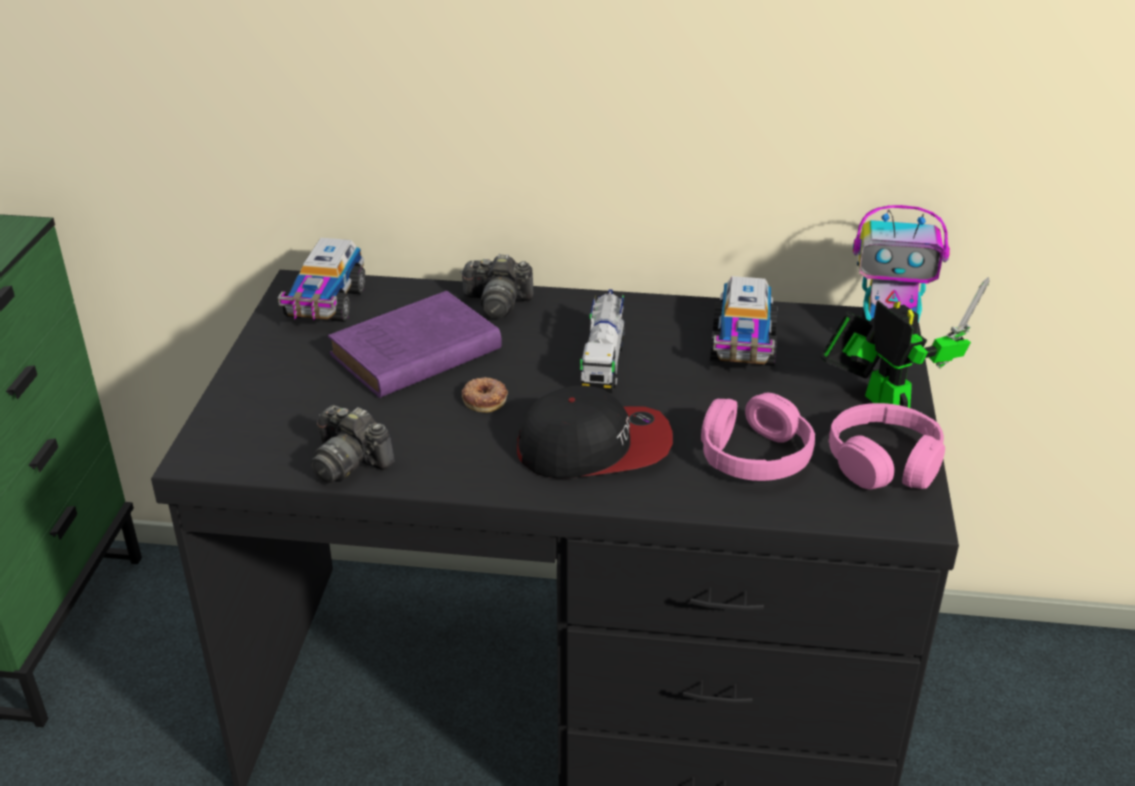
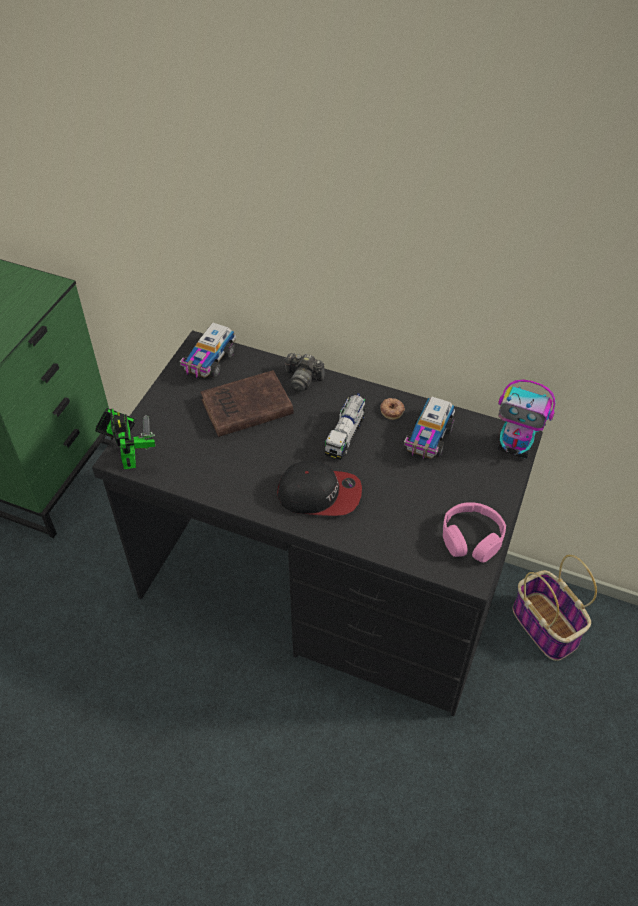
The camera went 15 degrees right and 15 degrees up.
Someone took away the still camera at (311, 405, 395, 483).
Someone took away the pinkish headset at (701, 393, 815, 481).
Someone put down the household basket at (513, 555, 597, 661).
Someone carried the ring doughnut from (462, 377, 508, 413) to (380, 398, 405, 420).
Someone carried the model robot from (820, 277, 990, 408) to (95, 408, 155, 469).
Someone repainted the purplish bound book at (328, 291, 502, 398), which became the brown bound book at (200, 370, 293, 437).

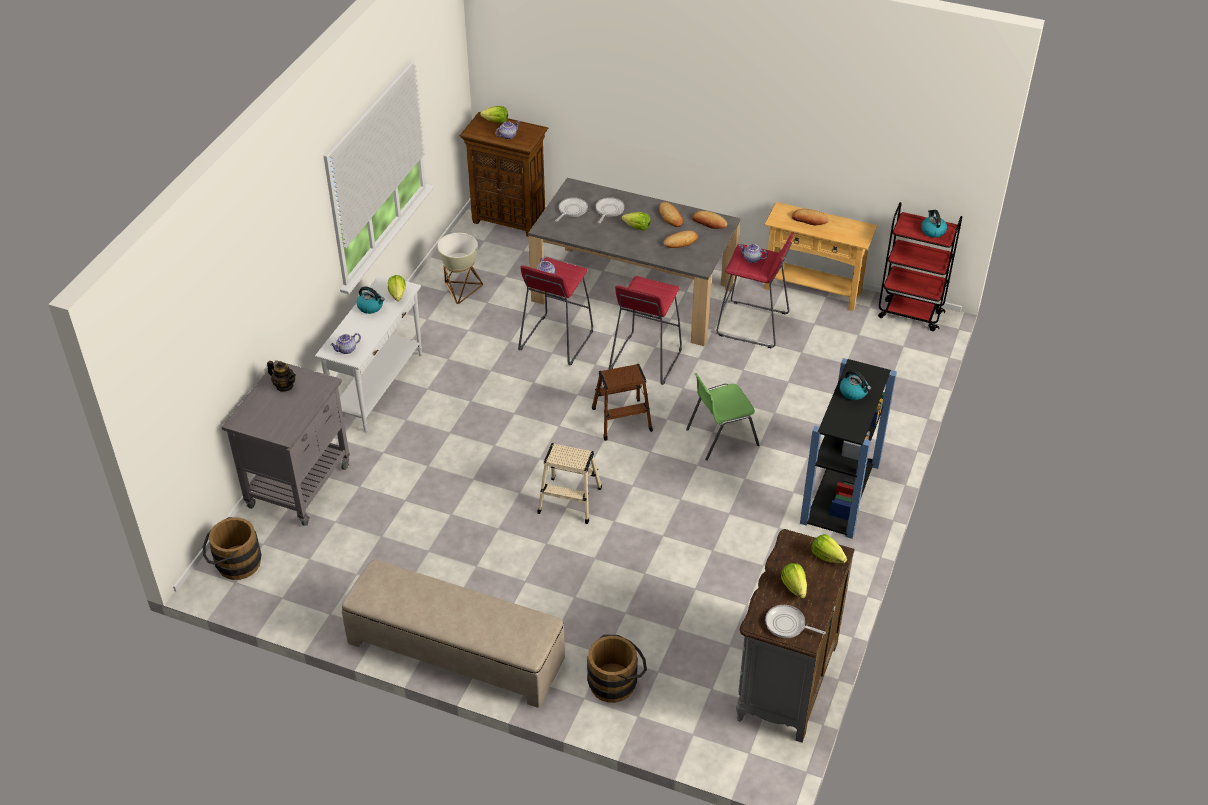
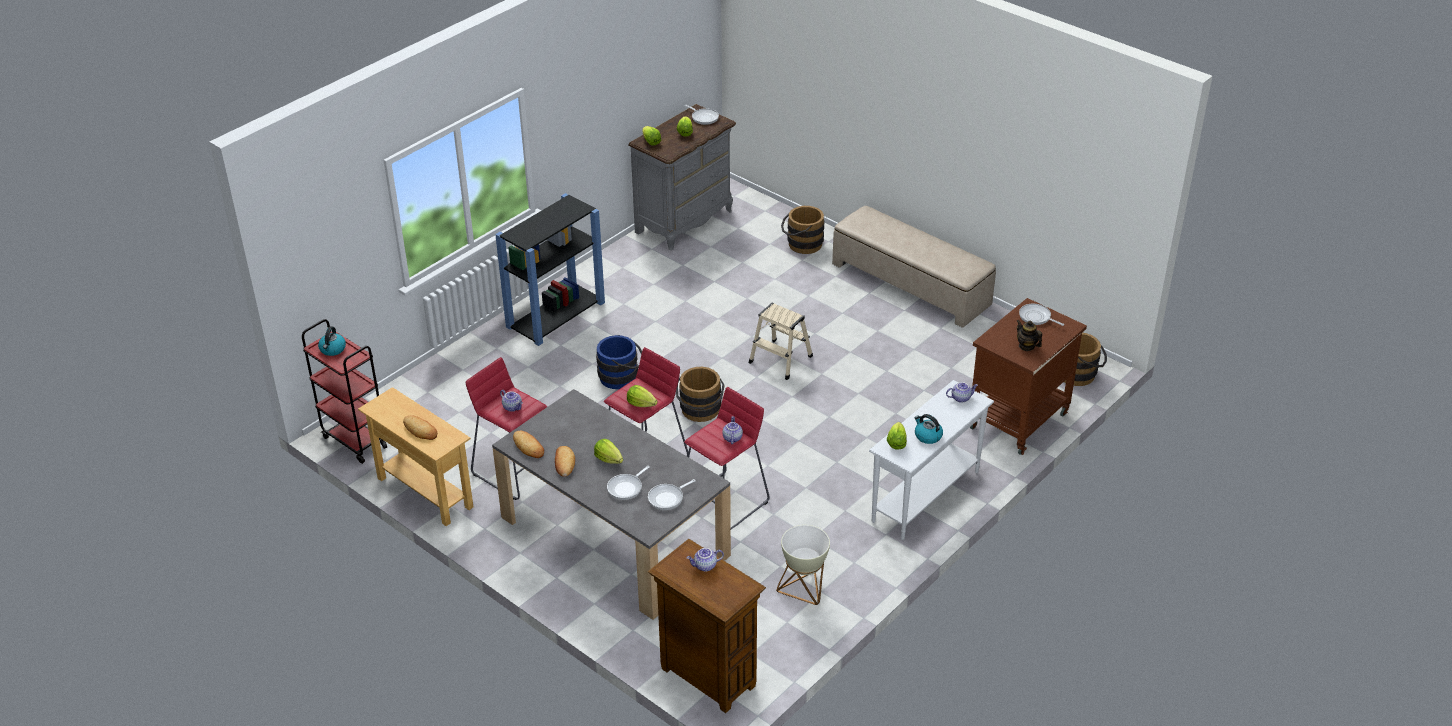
The camera went 160 degrees left and 5 degrees down.
Someone took away the bakery bread at (663, 230, 698, 248).
Someone took away the tea kettle at (840, 370, 871, 400).
Someone put down the pan at (1019, 304, 1064, 326).
Someone carried the lettuce head from (480, 106, 508, 123) to (627, 385, 658, 407).
Someone swapped the brown stepladder at (592, 364, 653, 441) for the brown bucket at (676, 367, 725, 422).
Someone swapped the greenish chair at (686, 373, 759, 461) for the blue-coloured bucket at (596, 335, 642, 389).
Someone repainted the grey wheeled cart at (222, 360, 350, 526), which became the brown wheeled cart at (970, 298, 1087, 455).

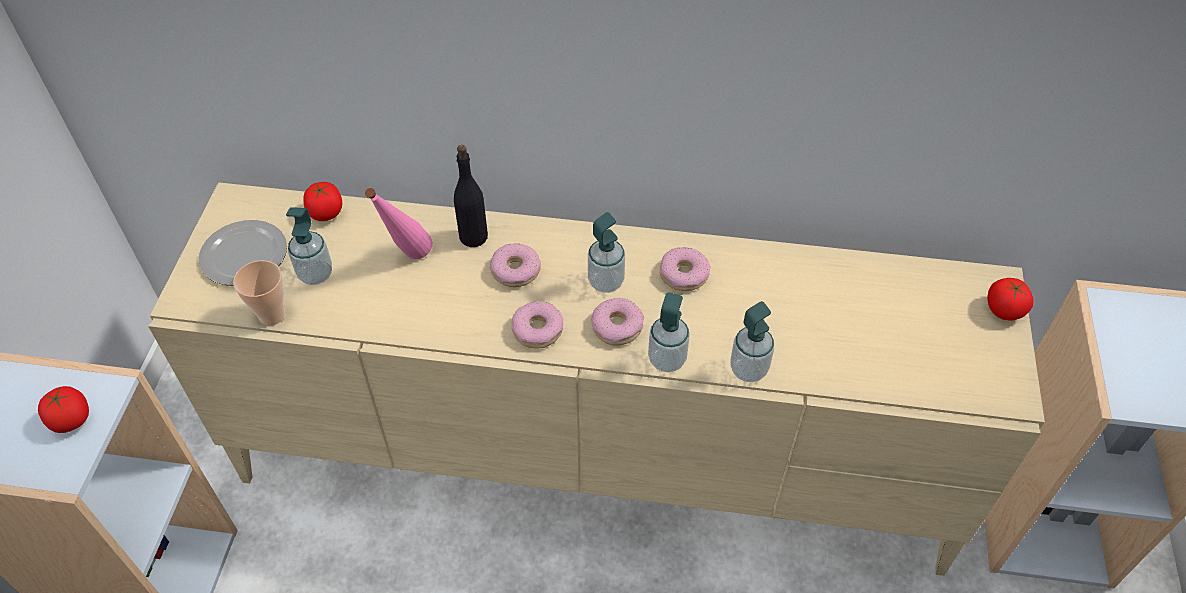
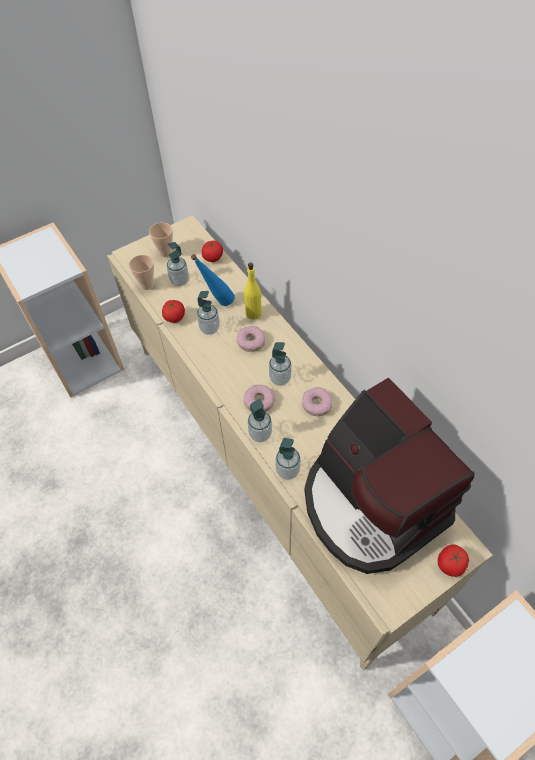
The camera went 50 degrees right and 5 degrees up.
Someone took away the ring doughnut at (512, 301, 563, 348).
Someone put down the liquid soap bottle at (197, 291, 220, 335).
Someone put down the coffee machine at (304, 377, 475, 574).
Someone carried the whole tomato from (38, 386, 89, 433) to (162, 300, 185, 323).
Someone swapped the plate at (198, 220, 287, 286) for the drinking cup at (149, 223, 173, 257).
Someone repainted the pinkish bottle at (365, 188, 432, 259), which became the blue-coloured bottle at (191, 254, 235, 306).
Someone repainted the black bottle at (454, 145, 488, 247), which became the yellow-coloured bottle at (244, 262, 262, 320).

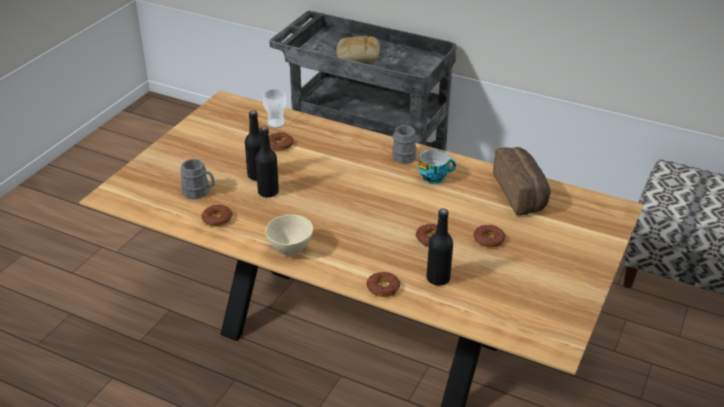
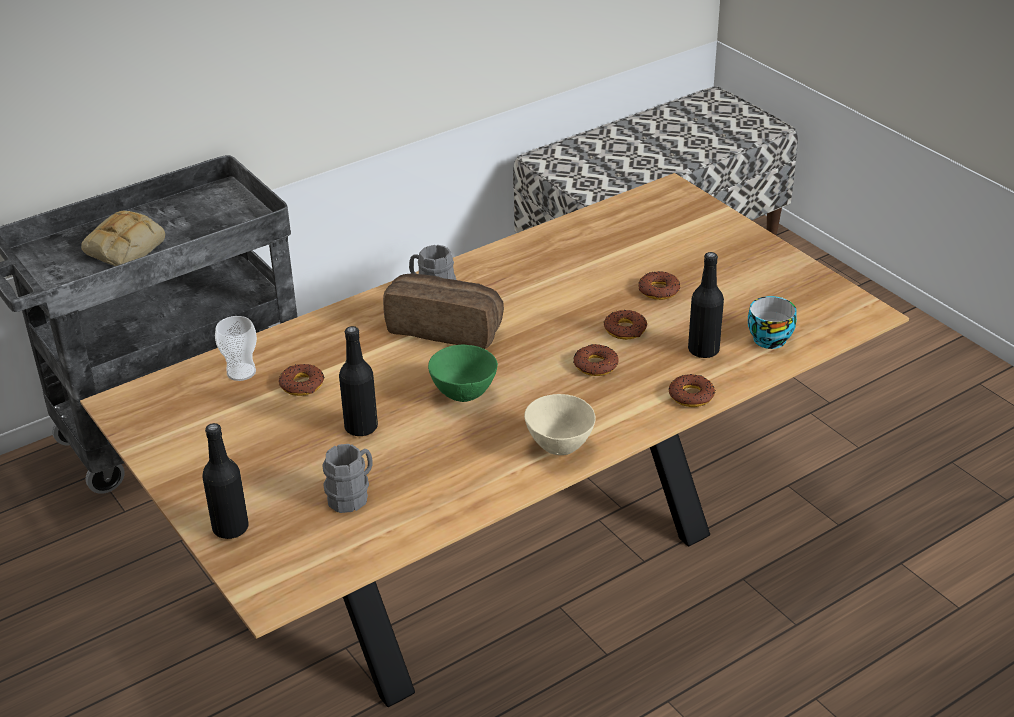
The camera went 60 degrees left and 0 degrees up.
Someone put down the greenish serving bowl at (428, 345, 498, 402).
Someone carried the ring doughnut from (202, 205, 232, 227) to (574, 344, 619, 376).
Someone carried the black bottle from (255, 126, 279, 198) to (202, 423, 249, 539).
Someone carried the drinking cup from (418, 149, 456, 184) to (748, 296, 797, 349).
Someone carried the bakery bread from (493, 147, 551, 216) to (383, 273, 504, 349).

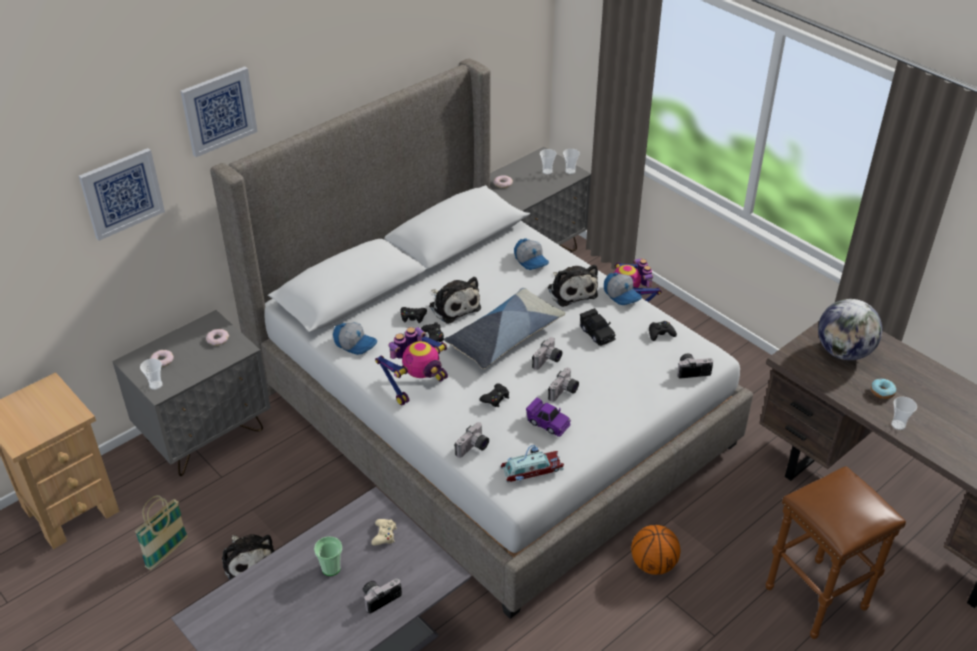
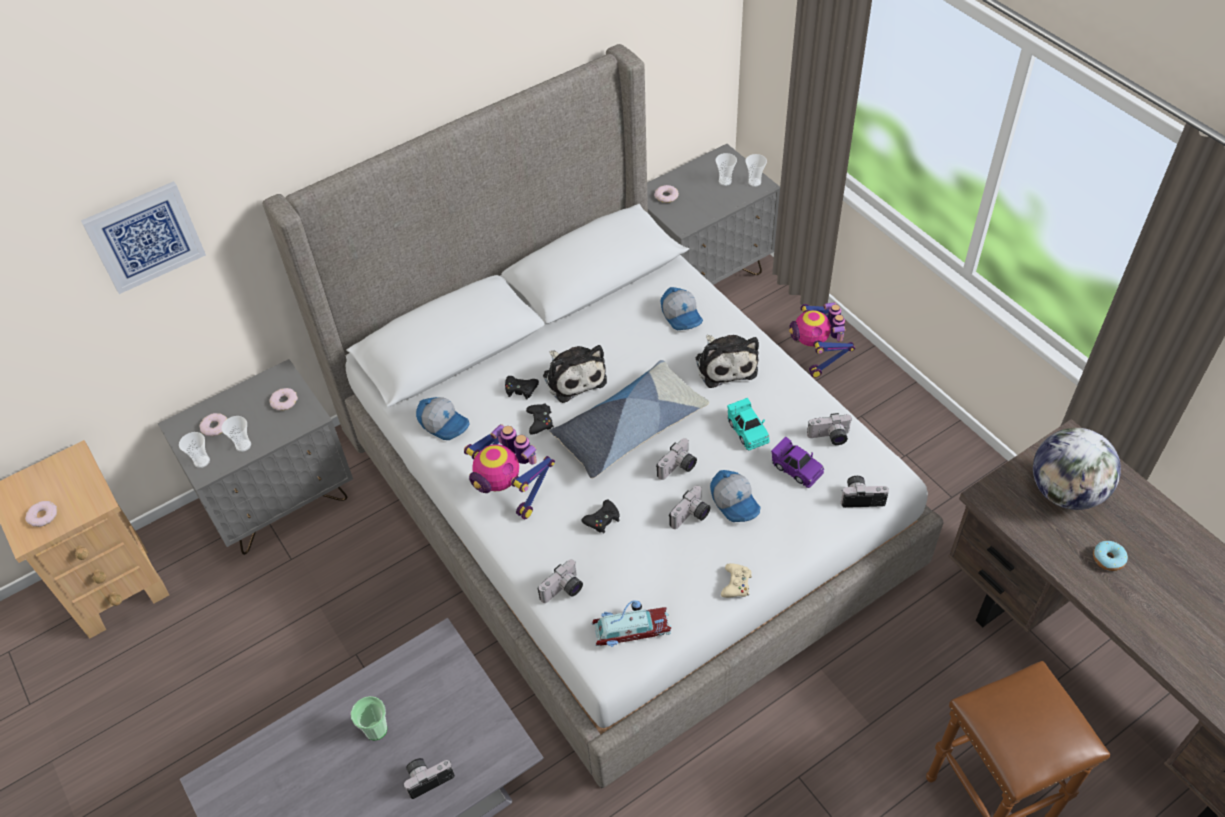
The camera went 10 degrees right and 10 degrees up.
Someone took away the household basket at (135, 495, 188, 570).
Someone took away the wall art at (180, 66, 258, 157).
Someone took away the cuddly toy at (222, 534, 274, 580).
Someone took away the ball for basketball at (631, 525, 680, 575).
Someone put down the ring doughnut at (25, 501, 57, 527).
Someone carried the beige-coloured joypad from (371, 519, 397, 545) to (721, 563, 752, 598).
Someone carried the purplish miniature car from (526, 397, 571, 437) to (771, 437, 824, 488).
Someone carried the baseball cap from (604, 272, 642, 305) to (710, 470, 761, 522).
Someone carried the drinking cup from (891, 397, 917, 430) to (221, 416, 251, 452).
Someone swapped the black joypad at (649, 321, 677, 341) for the still camera at (807, 413, 853, 445).
Someone repainted the black miniature car at (580, 308, 616, 346), which became the blue-green miniature car at (727, 398, 770, 450).
Someone rotated the model robot at (375, 327, 448, 406) by 75 degrees clockwise.

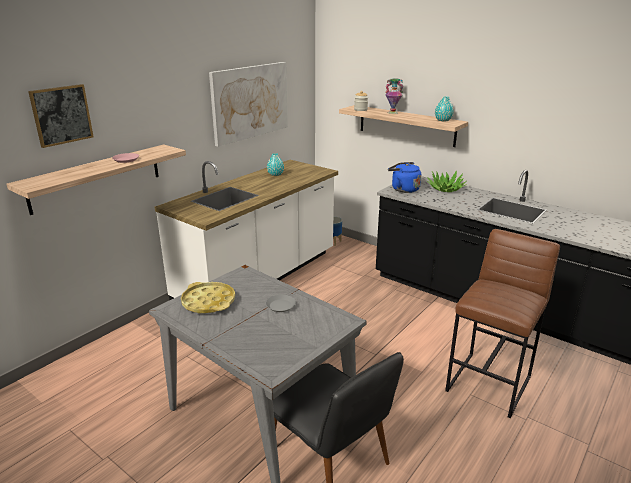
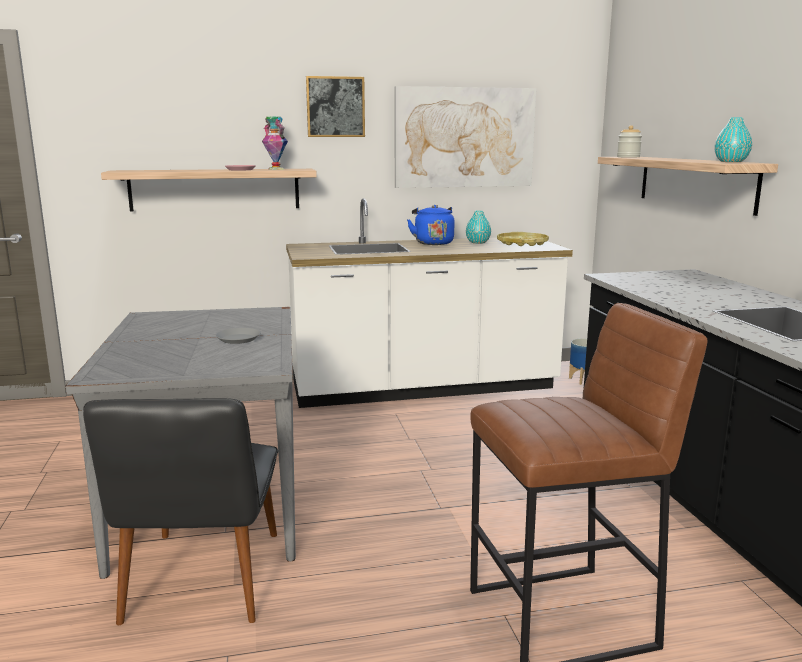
The camera went 40 degrees right and 10 degrees down.
Someone took away the houseplant at (426, 170, 466, 192).
Someone carried the wall art from (28, 84, 94, 148) to (306, 76, 365, 137).
Someone carried the yellow-coloured carrying tray from (181, 282, 235, 314) to (497, 232, 549, 246).
Someone carried the vase from (385, 78, 404, 114) to (262, 117, 288, 170).
Someone carried the blue-coloured tea kettle from (388, 162, 421, 193) to (407, 205, 454, 245).

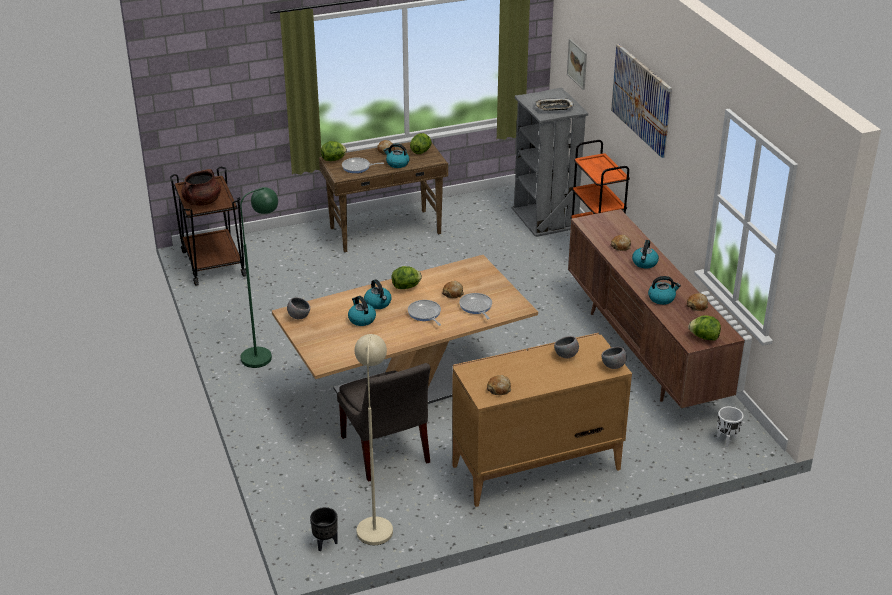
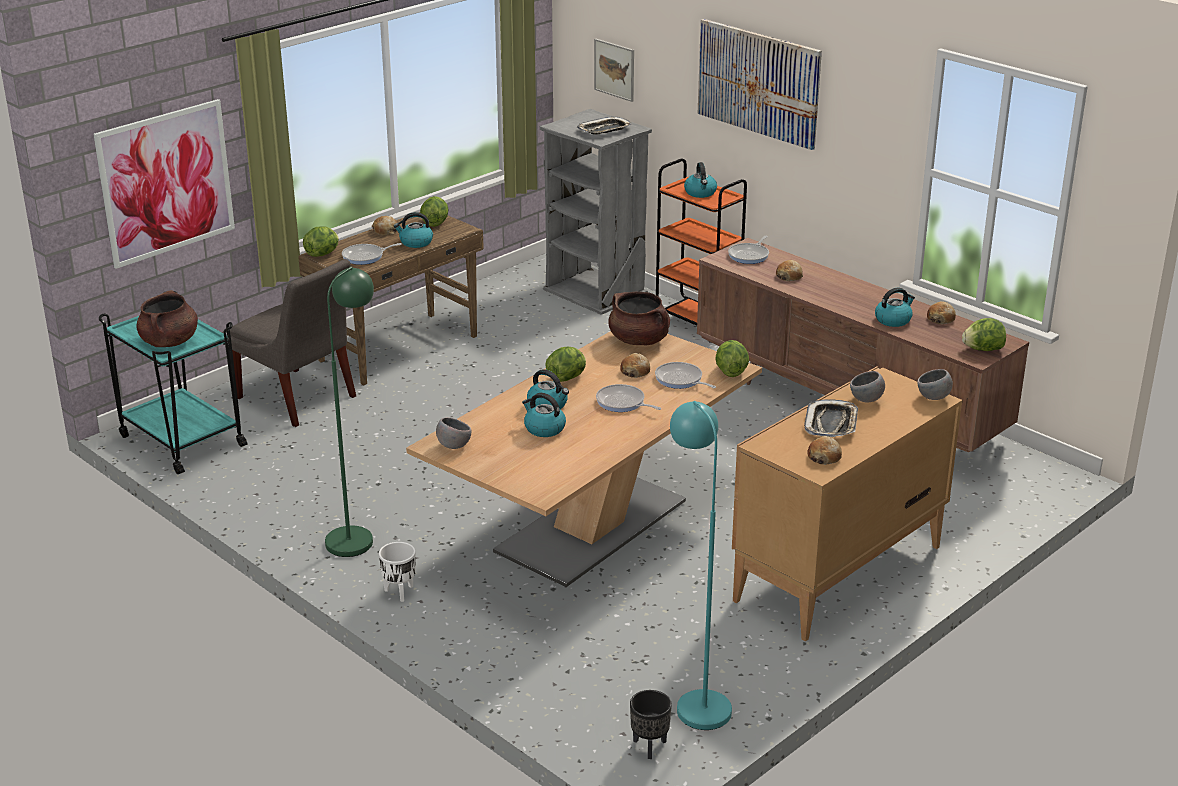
The camera went 25 degrees left and 5 degrees down.
Someone put up the wall art at (93, 99, 235, 269).
Someone put down the brown stockpot at (608, 292, 670, 346).
Someone put down the lettuce head at (715, 340, 749, 377).
Someone put down the pan at (728, 235, 769, 264).
Someone put down the carrying tray at (804, 399, 858, 437).
Someone carried the grey chair from (337, 363, 431, 482) to (230, 259, 356, 427).
Someone carried the tea kettle from (632, 240, 659, 269) to (684, 162, 717, 198).
Someone carried the white planter from (717, 407, 743, 447) to (379, 542, 416, 602).
Someone repainted the brown wheeled cart at (170, 167, 246, 286), which became the blue-green wheeled cart at (99, 291, 248, 474).
Someone repainted the beige-coloured standard lamp at (355, 334, 393, 545), which became the blue-green standard lamp at (670, 401, 732, 730).

